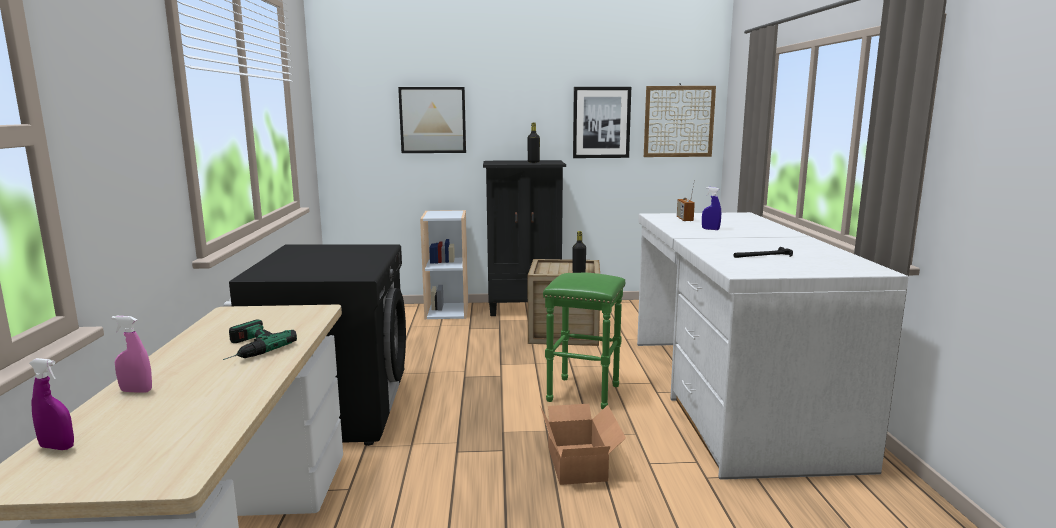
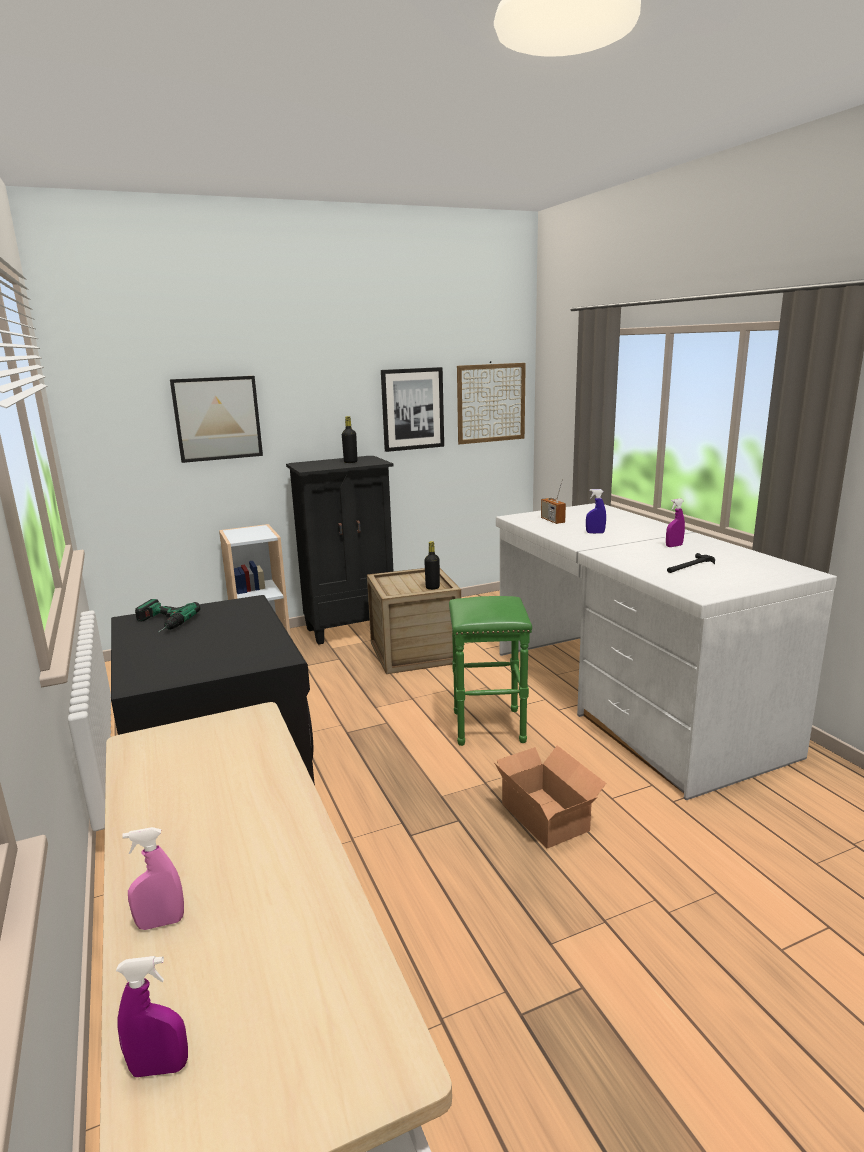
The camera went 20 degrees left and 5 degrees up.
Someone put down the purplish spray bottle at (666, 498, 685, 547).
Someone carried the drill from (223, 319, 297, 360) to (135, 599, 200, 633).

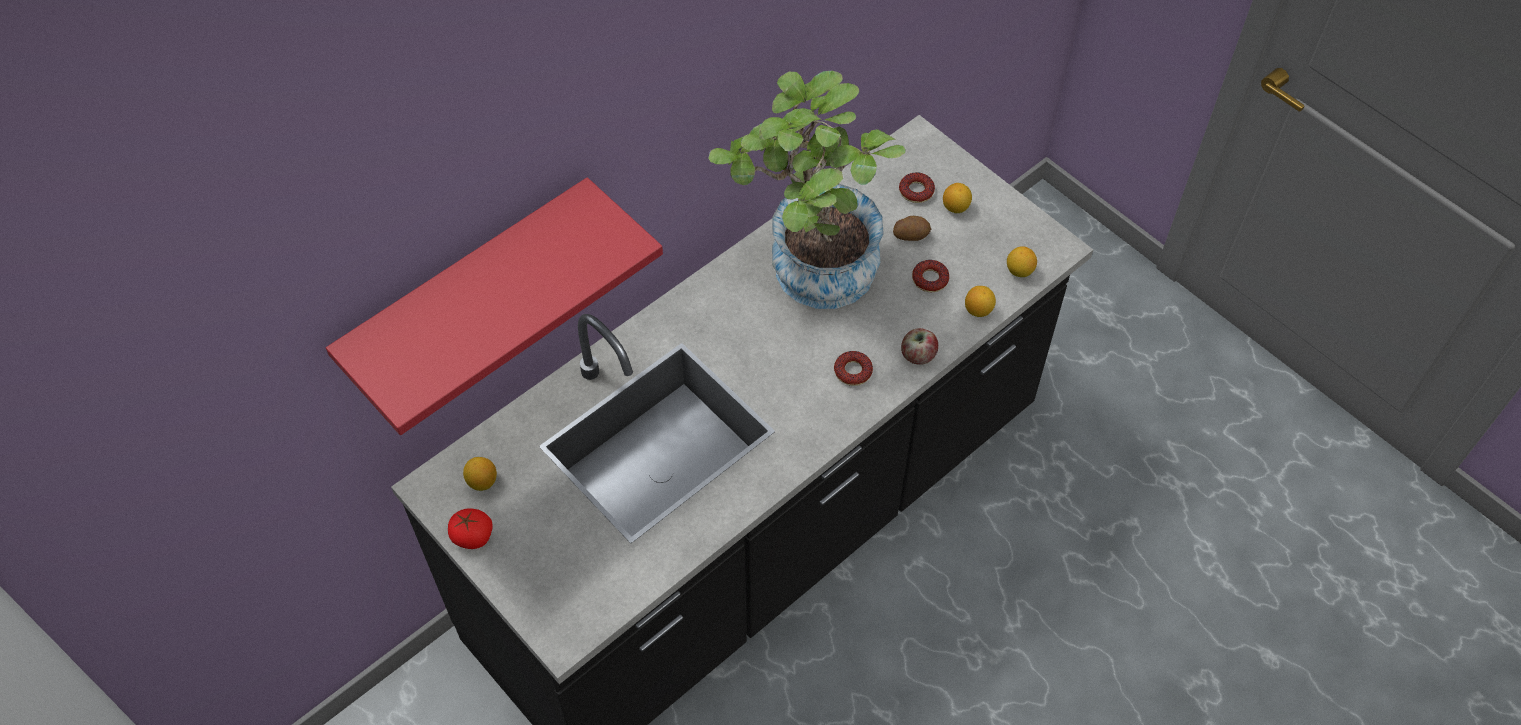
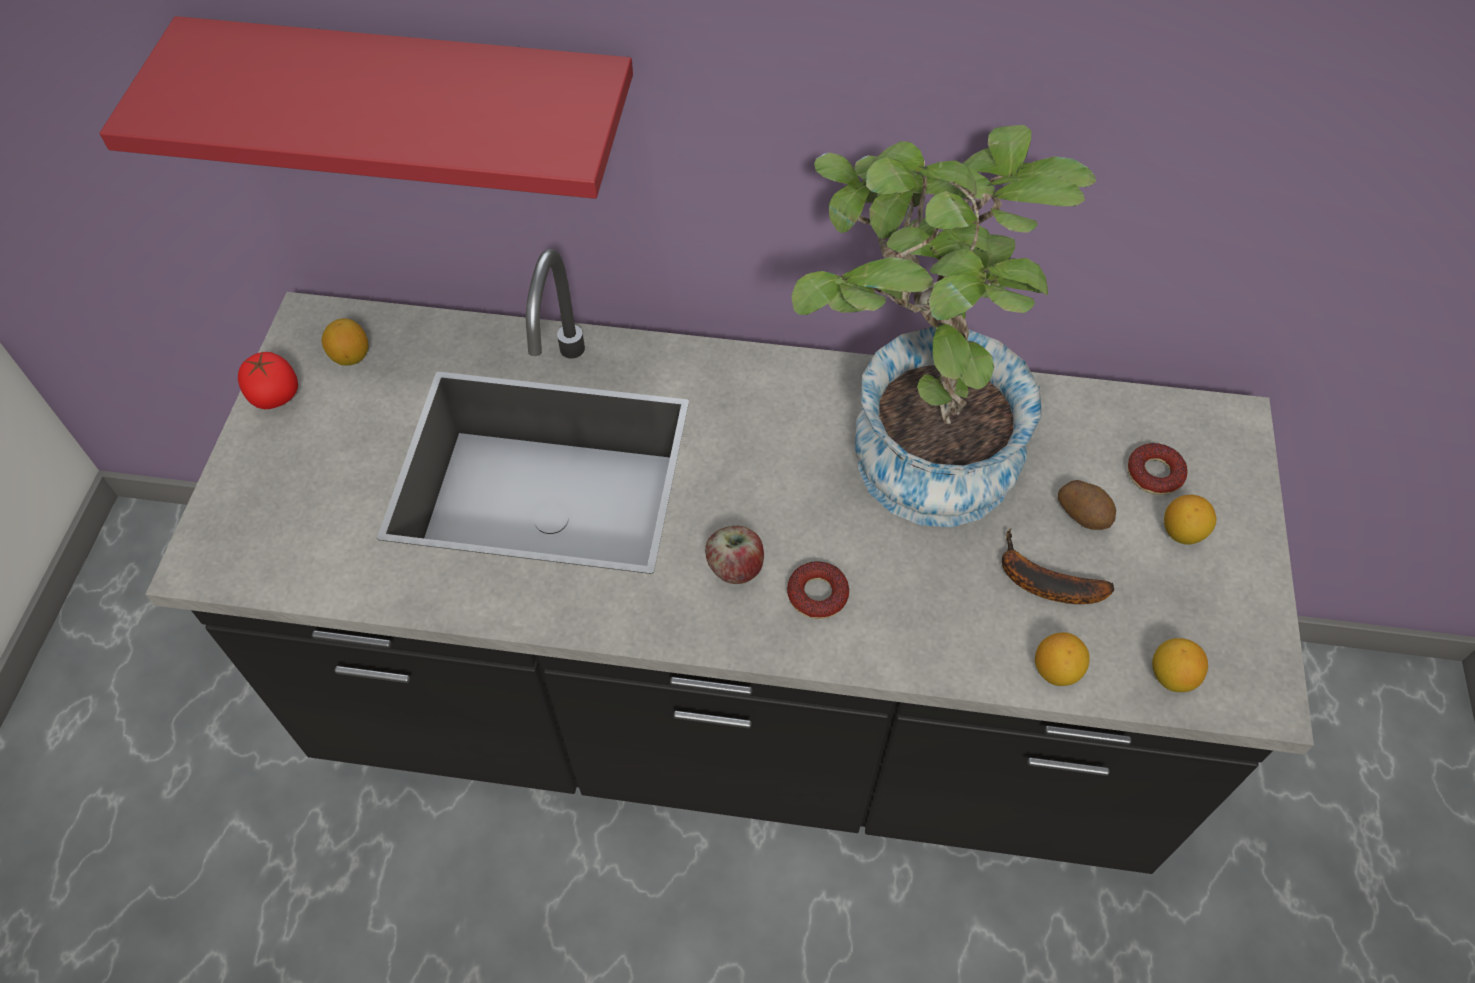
The camera went 50 degrees right and 0 degrees up.
Someone carried the apple from (901, 328, 938, 365) to (705, 526, 764, 584).
Someone swapped the ring doughnut at (912, 260, 949, 292) for the banana at (1002, 528, 1114, 604).

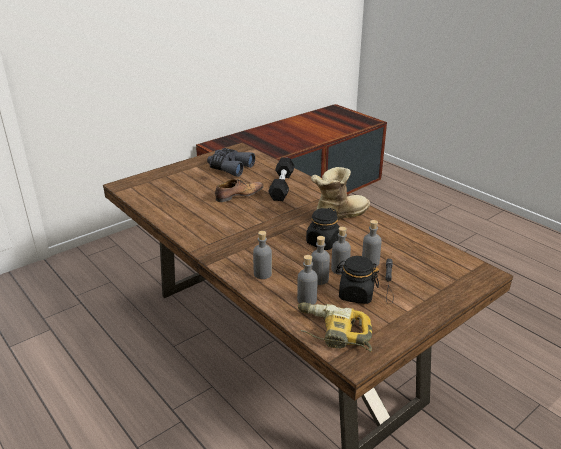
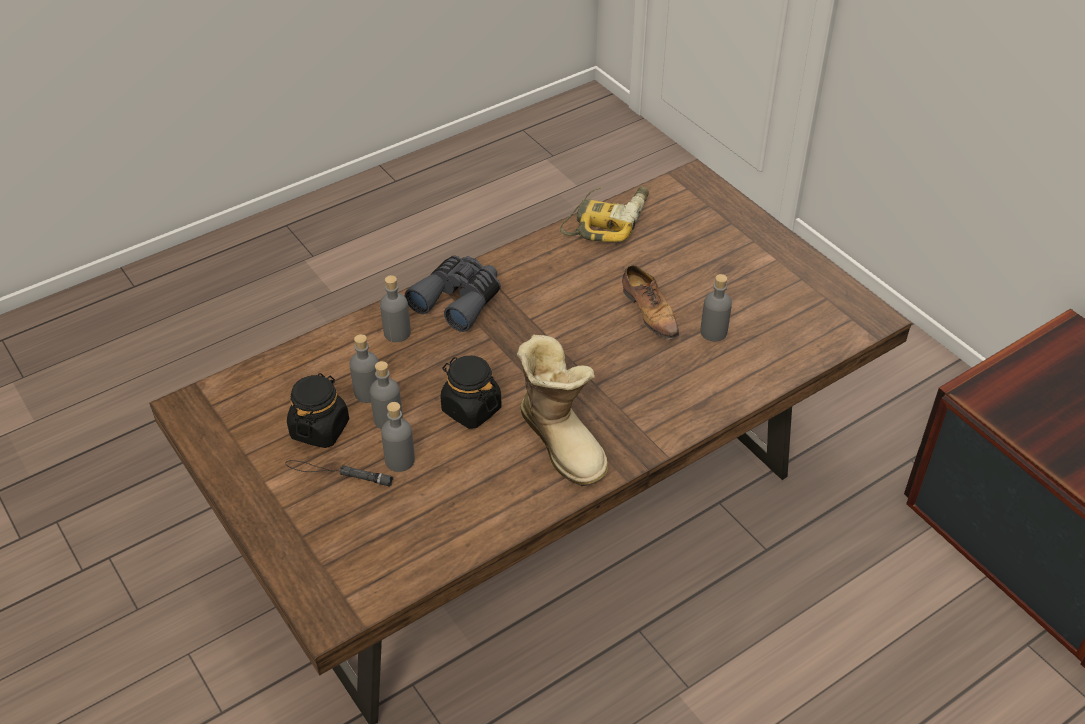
The camera went 95 degrees right and 15 degrees up.
Someone took away the black dumbbell at (268, 158, 294, 201).
Someone carried the grey field glasses from (207, 148, 255, 177) to (405, 256, 501, 332).
Someone carried the grey bottle from (297, 255, 318, 305) to (700, 274, 732, 341).
Someone carried the drill from (298, 302, 372, 352) to (560, 187, 649, 242).

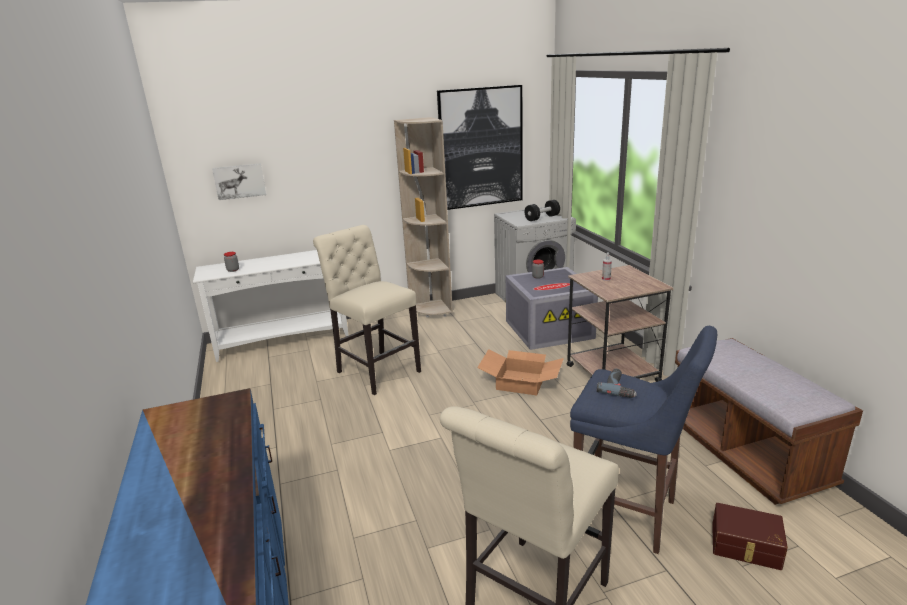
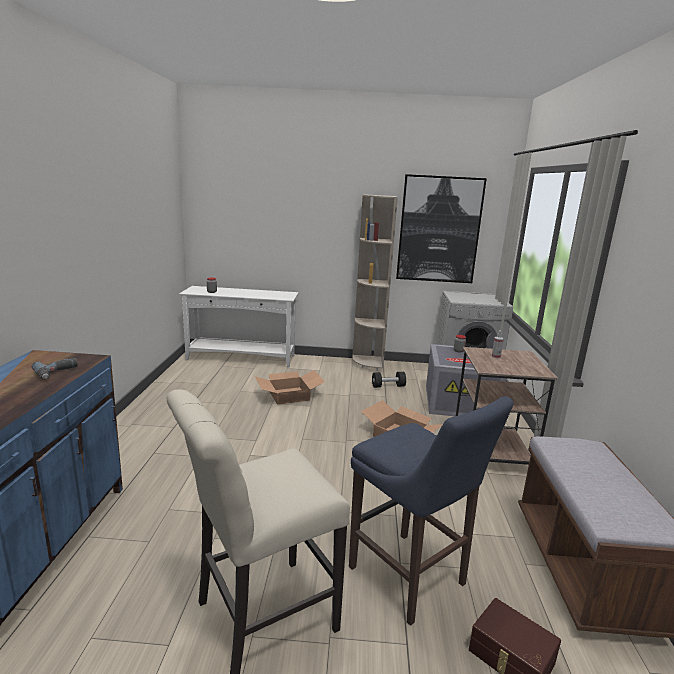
The camera went 20 degrees right and 5 degrees down.
Someone took away the wall art at (212, 163, 266, 200).
Someone carried the black dumbbell from (525, 200, 560, 221) to (372, 372, 406, 388).
Someone carried the drill from (597, 369, 637, 398) to (32, 358, 78, 380).
Someone swapped the beige-coloured stool seat at (313, 225, 421, 395) for the packing box at (255, 370, 325, 405).

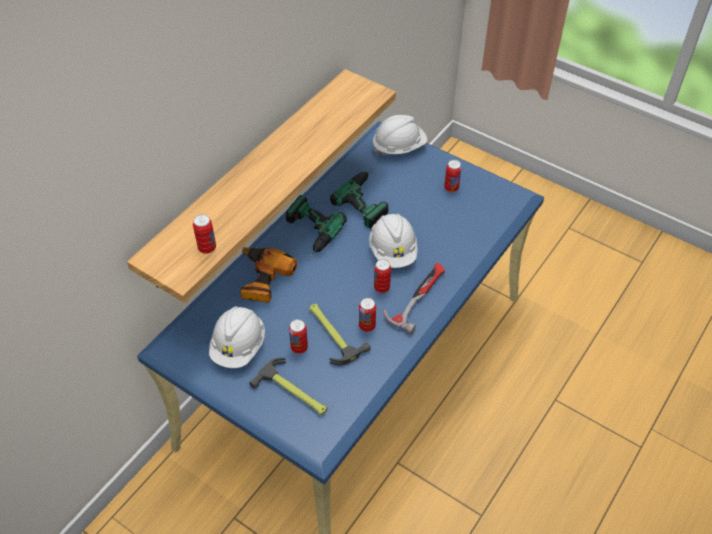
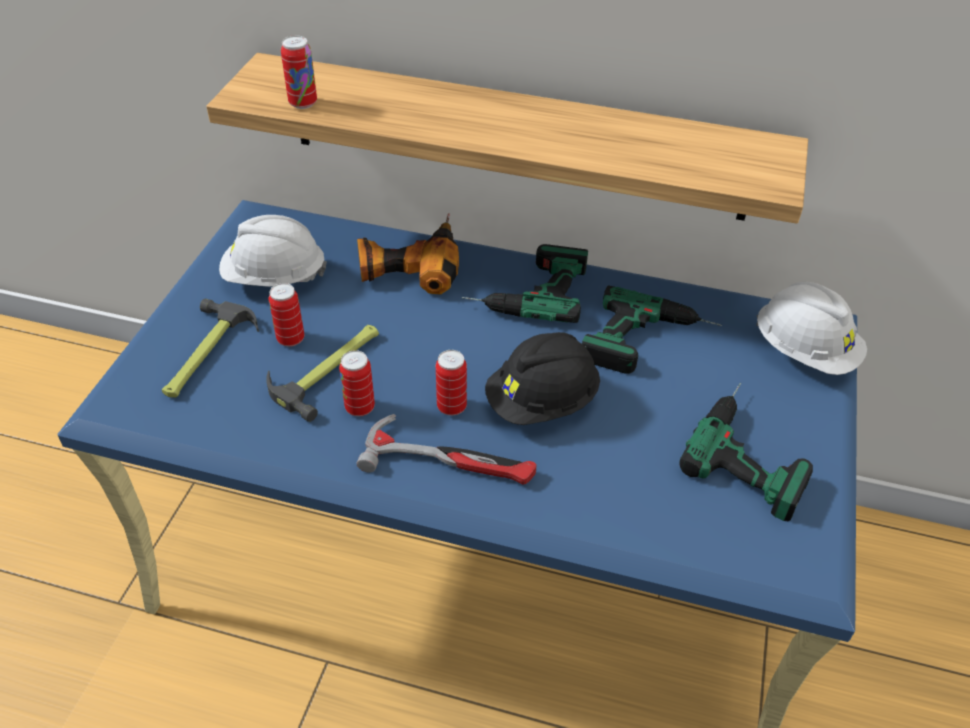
The camera went 70 degrees right and 5 degrees down.
Someone swapped the metal can at (444, 160, 462, 192) for the drill at (679, 383, 813, 521).
Someone repainted the white safety helmet at (369, 213, 418, 268), which became the black safety helmet at (485, 332, 600, 425).

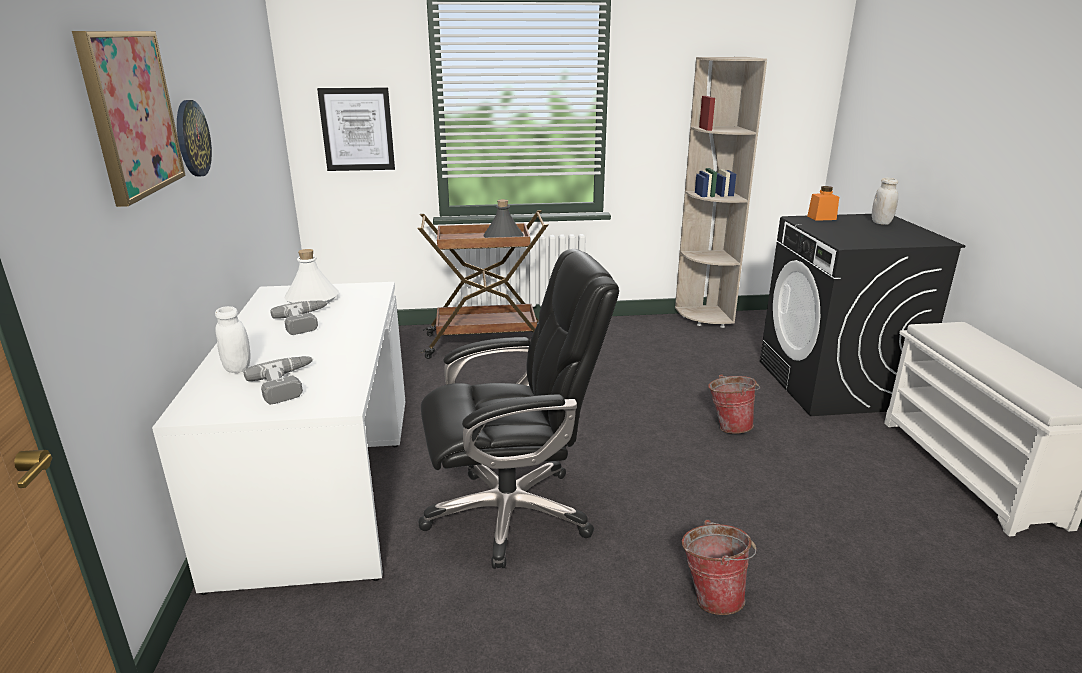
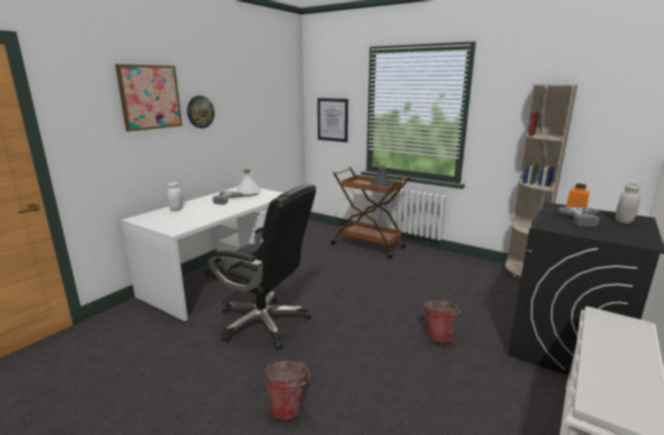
The camera went 40 degrees right and 5 degrees down.
Someone carried the drill from (244, 356, 313, 405) to (558, 206, 599, 227).

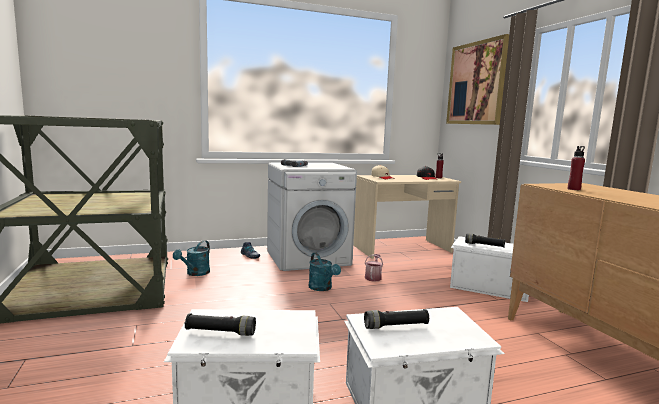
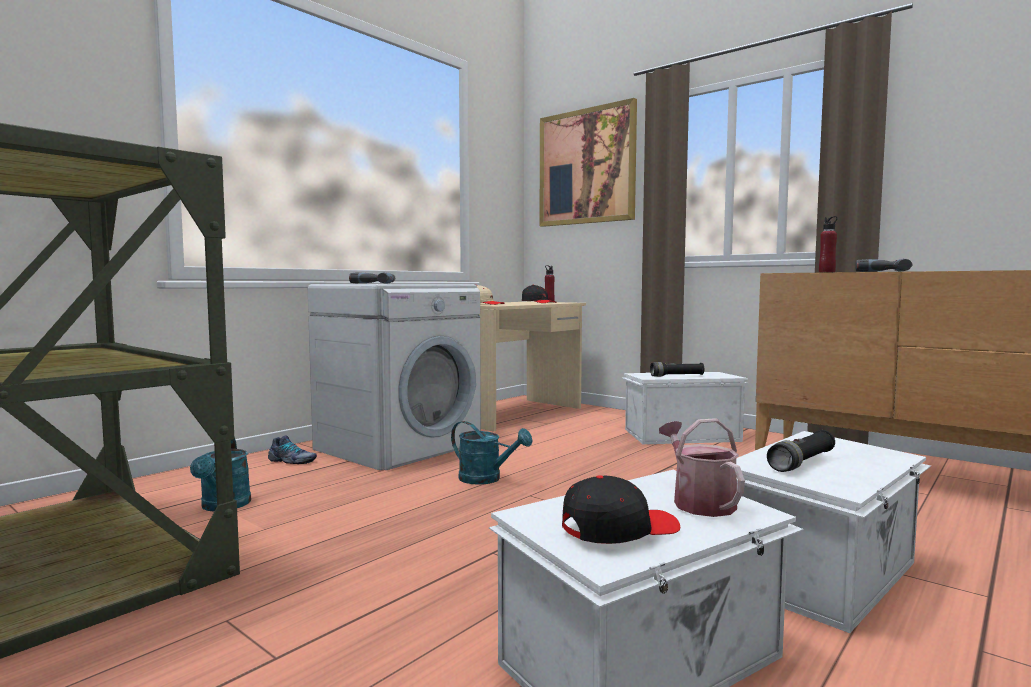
The camera went 30 degrees left and 5 degrees down.
Someone put down the drill at (855, 259, 912, 272).
Someone carried the watering pot from (365, 254, 383, 282) to (659, 418, 745, 517).
Someone swapped the black flashlight at (185, 313, 256, 336) for the black baseball cap at (562, 475, 680, 544).

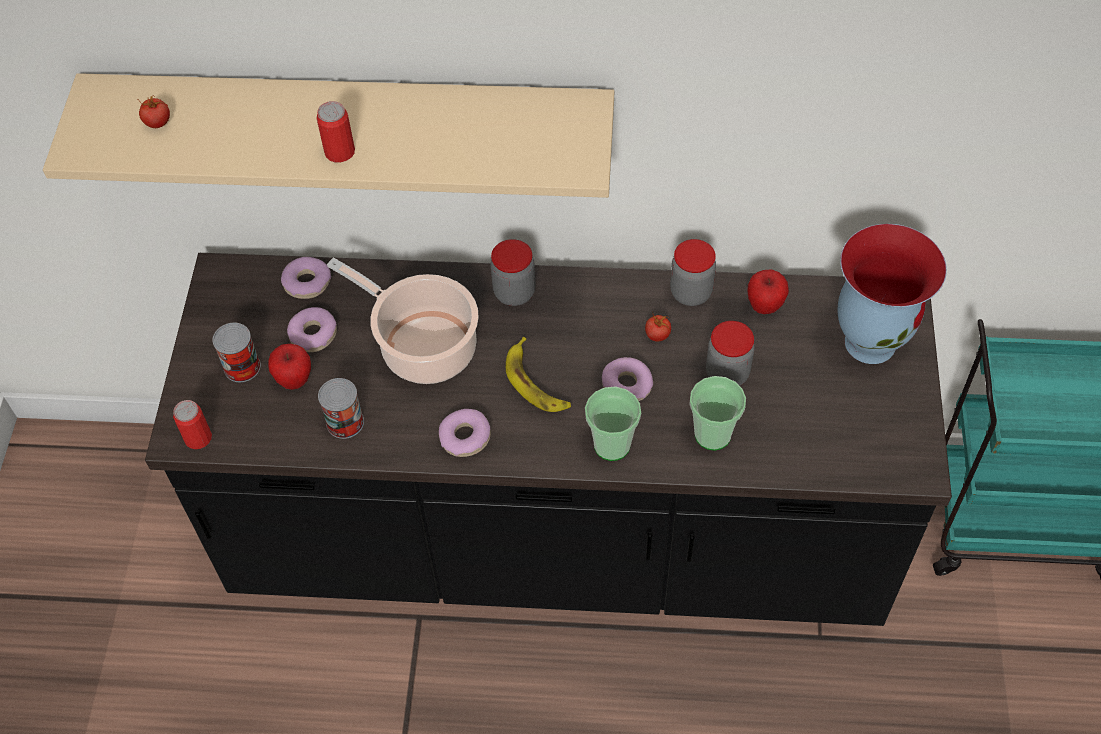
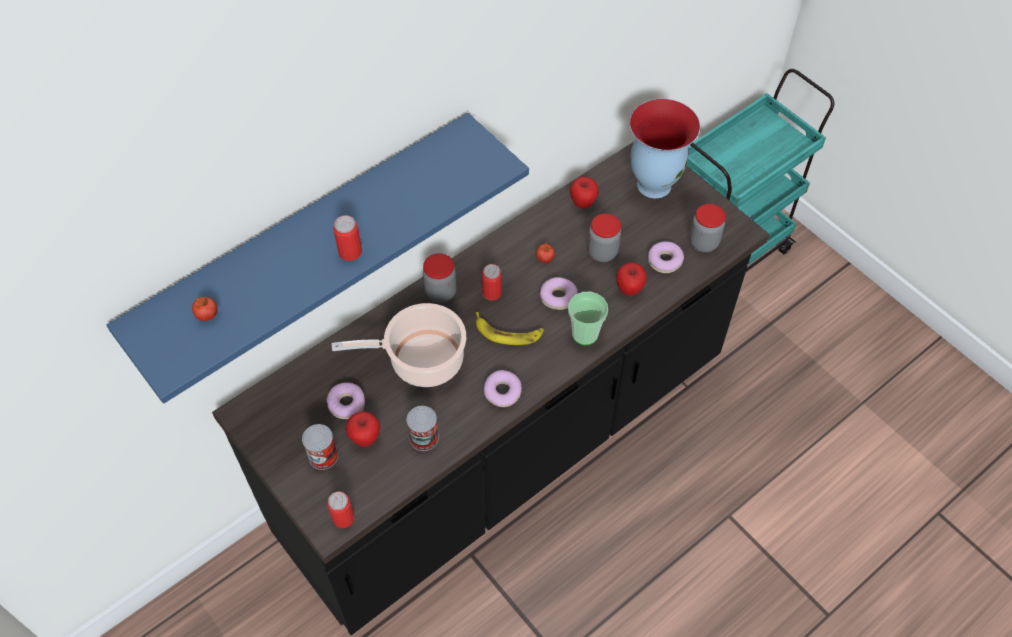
The camera went 45 degrees left and 0 degrees up.
Someone put down the metal can at (482, 264, 502, 301).
Someone carried the ring doughnut from (281, 257, 331, 299) to (648, 241, 684, 273).
Someone carried the jar from (670, 239, 716, 306) to (689, 204, 726, 252).
Someone swapped the drinking cup at (689, 376, 746, 450) for the apple at (616, 262, 647, 296).
Someone repainted the beige-coloured bracket shelf at (43, 73, 614, 198), which became the blue-coloured bracket shelf at (106, 113, 529, 404).

